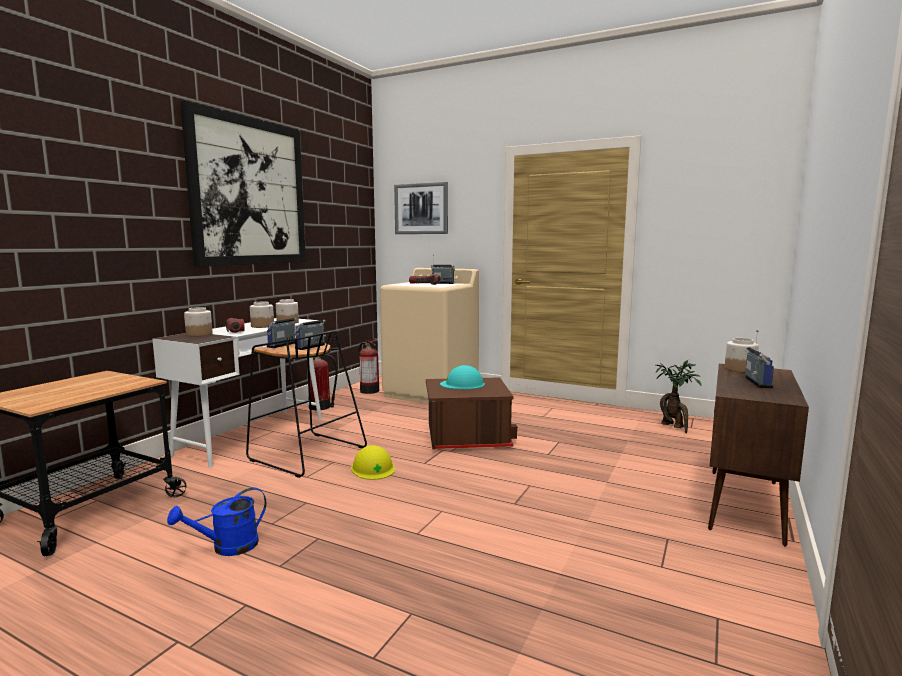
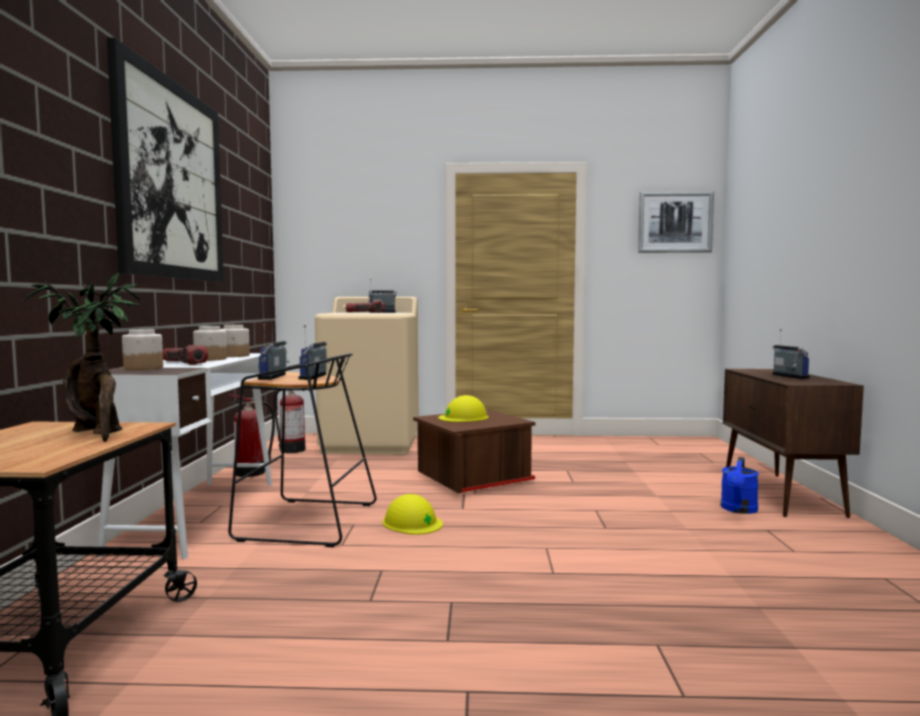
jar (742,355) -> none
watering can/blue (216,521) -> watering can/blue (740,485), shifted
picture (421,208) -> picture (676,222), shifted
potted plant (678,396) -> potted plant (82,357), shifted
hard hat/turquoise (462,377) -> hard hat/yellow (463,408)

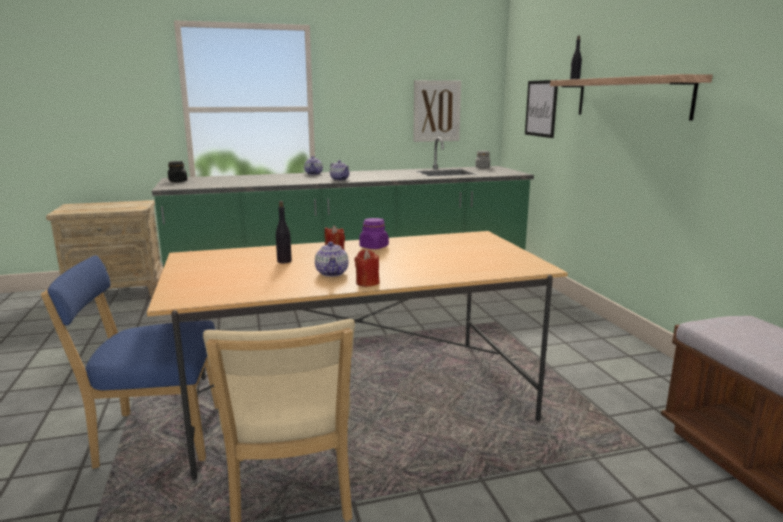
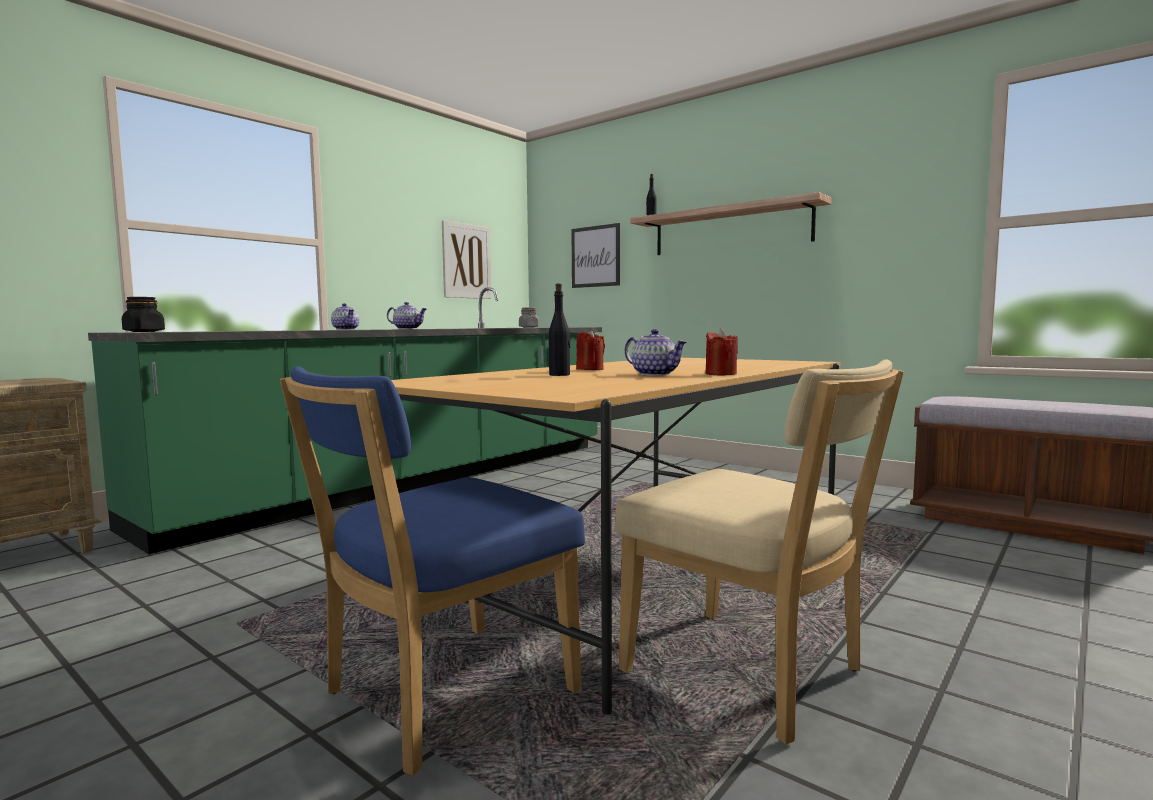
jar/purple (374,233) -> none

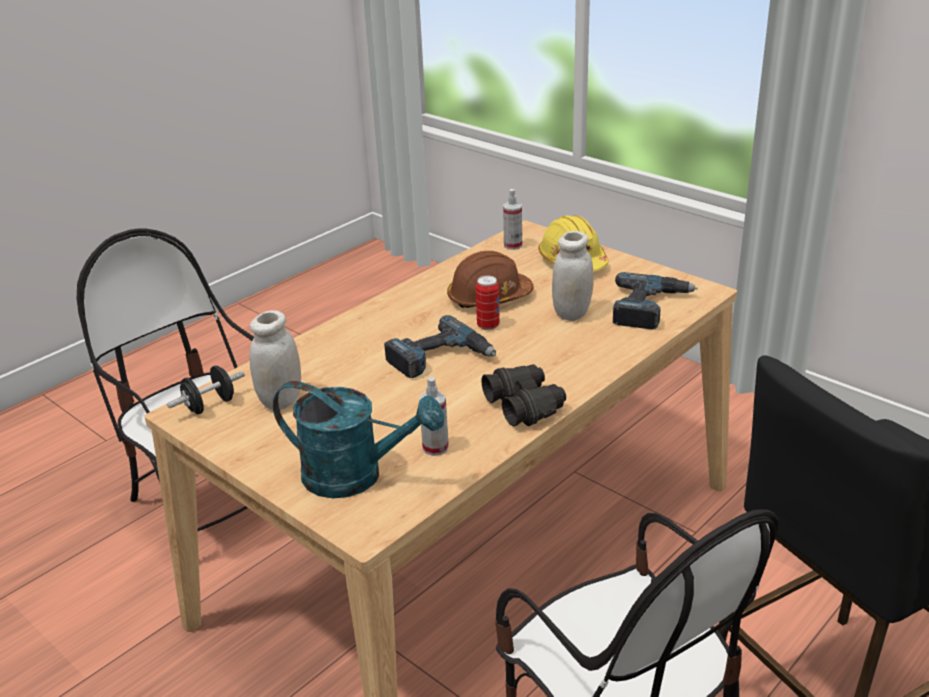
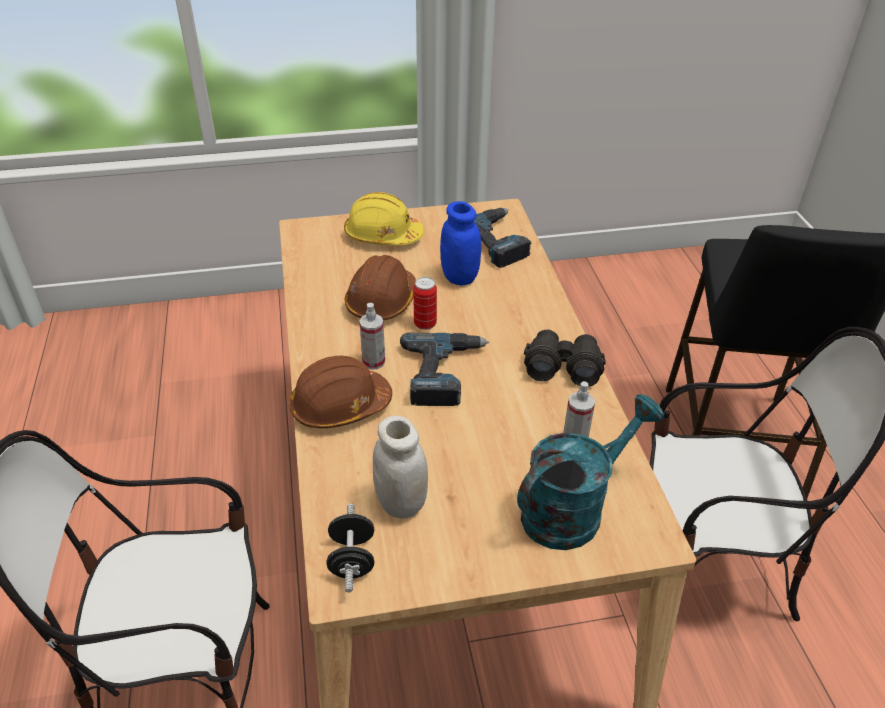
none -> hard hat/brown (340,392)
spray bottle (512,219) -> spray bottle (372,336), shifted
jar/white (573,276) -> jar/blue (460,243)

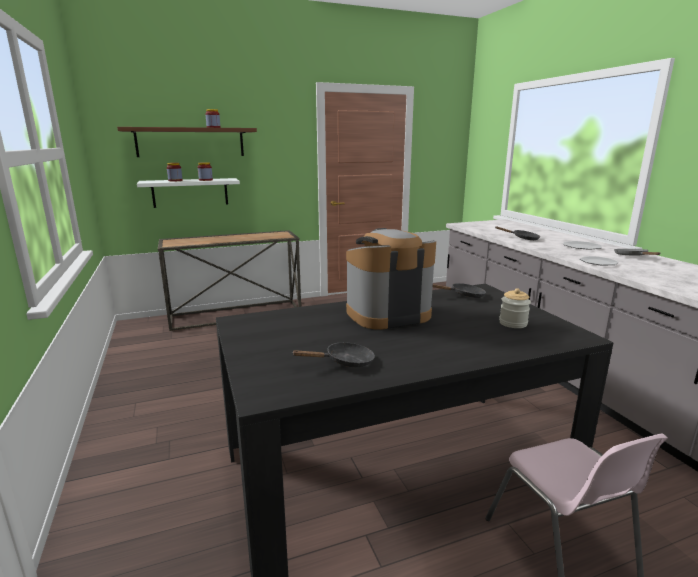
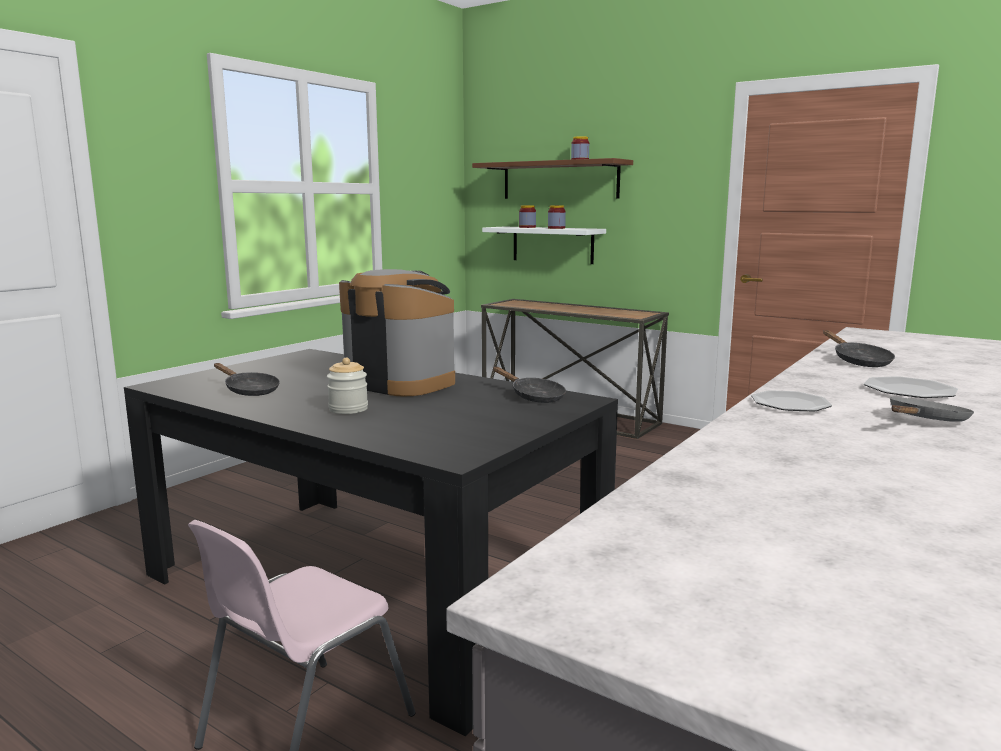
jar (515,308) -> jar (347,386), shifted

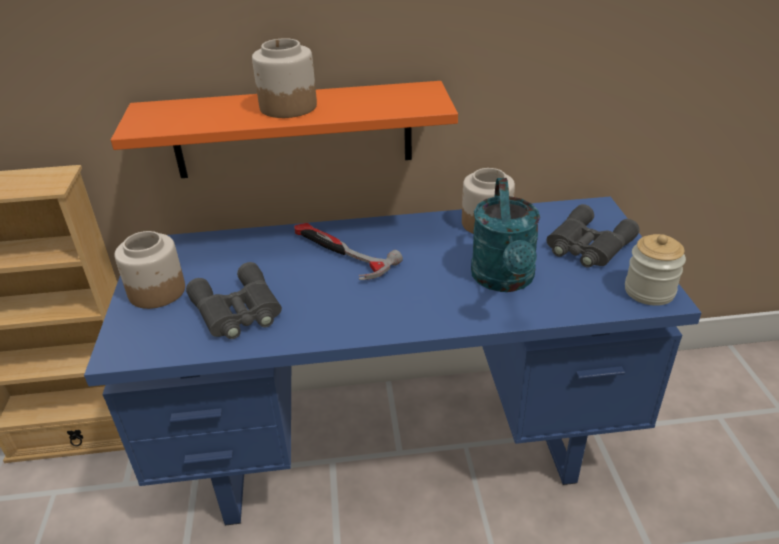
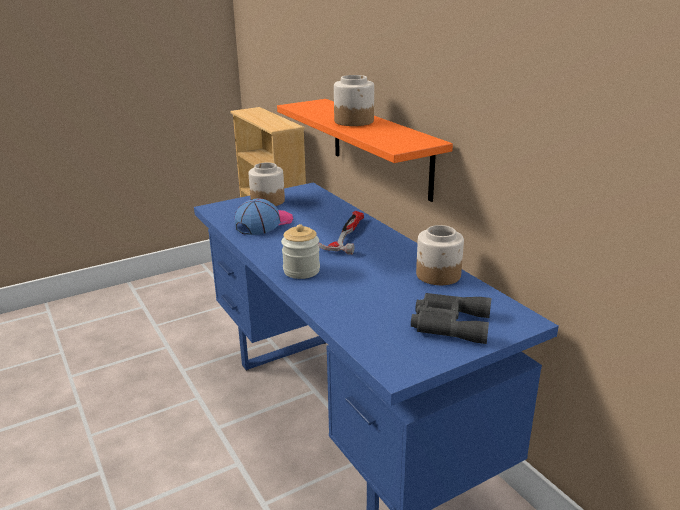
watering can/turquoise (505,235) -> none
jar (655,270) -> jar (300,251), shifted
binoculars/grey (234,300) -> cap (264,216)

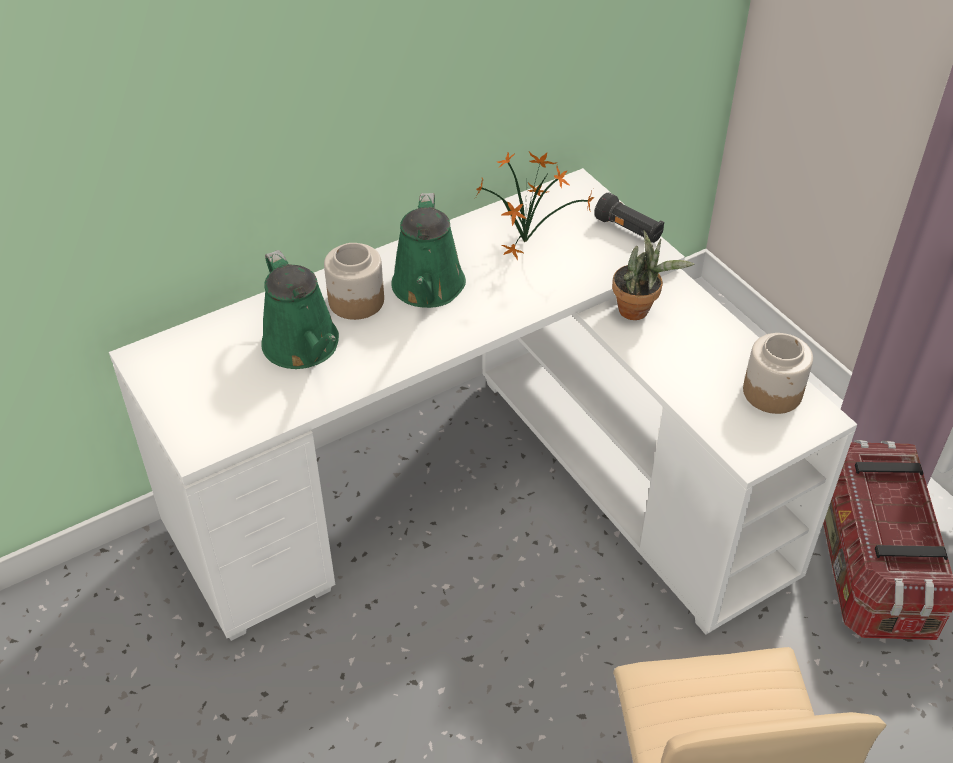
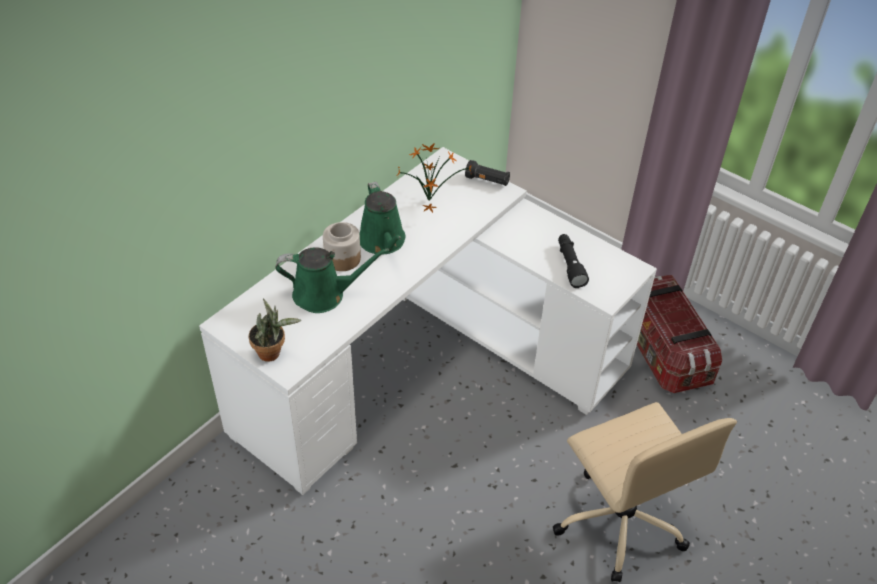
jar (778,373) -> none
none -> flashlight/black (573,261)
potted plant (653,275) -> potted plant (275,330), shifted
watering can/green (300,309) -> watering can/green (332,280), 45 degrees counterclockwise

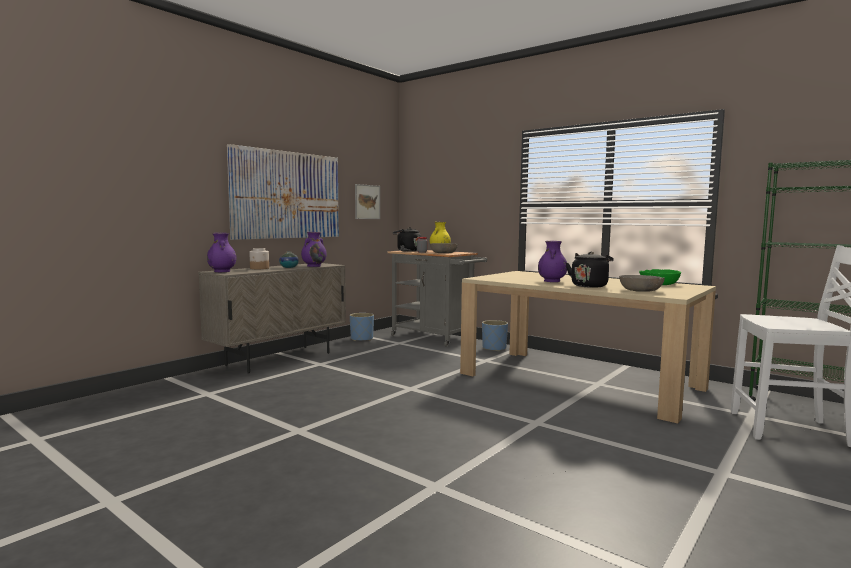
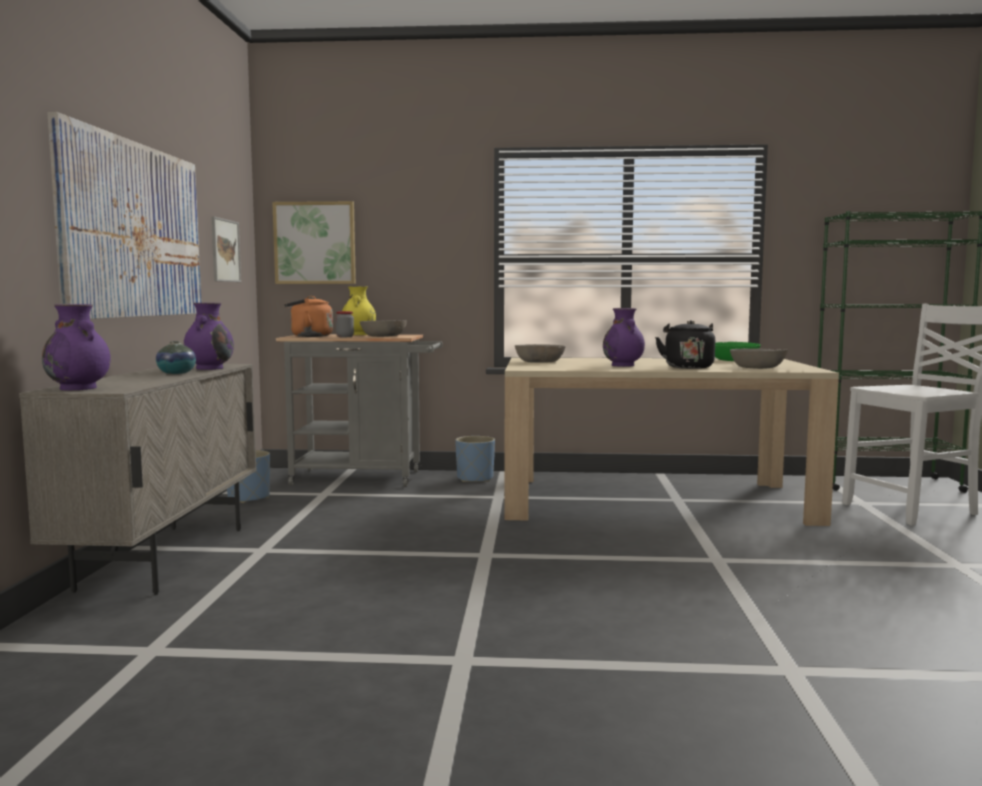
jar (259,258) -> none
none -> picture (314,242)
none -> bowl/grey (540,353)
kettle/black (407,239) -> kettle/orange (308,316)

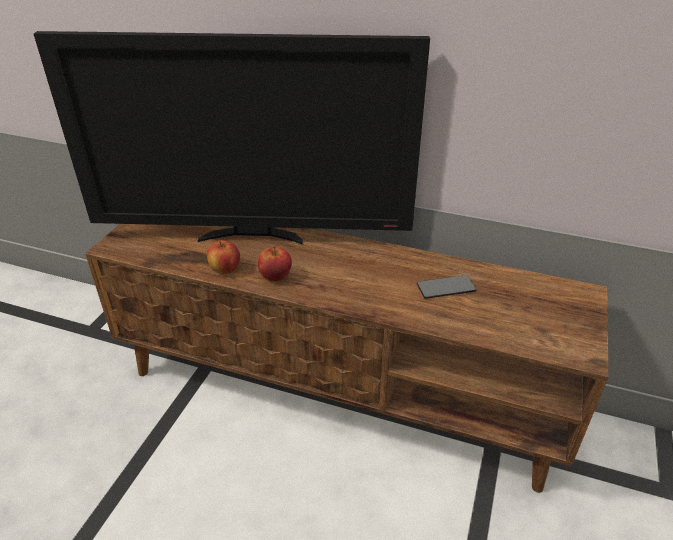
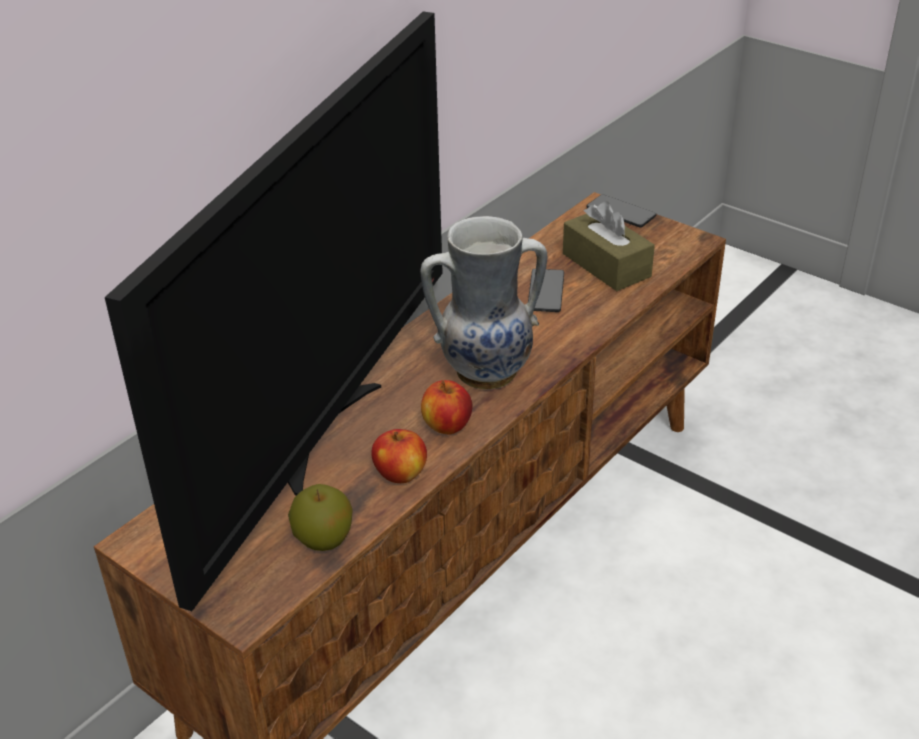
none -> apple (320,517)
none -> vase (483,303)
none -> tissue box/brown (609,246)
none -> phone (621,211)

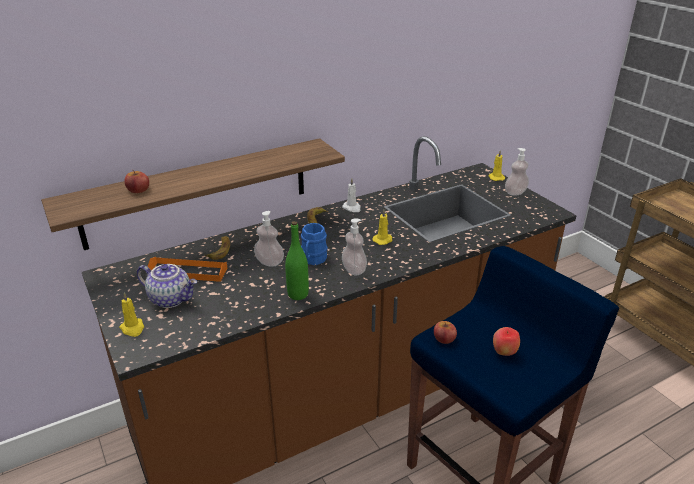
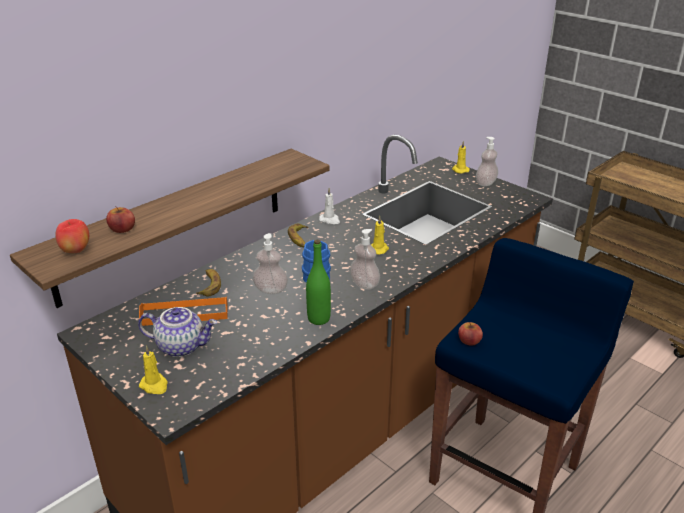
apple (506,341) -> apple (72,236), shifted

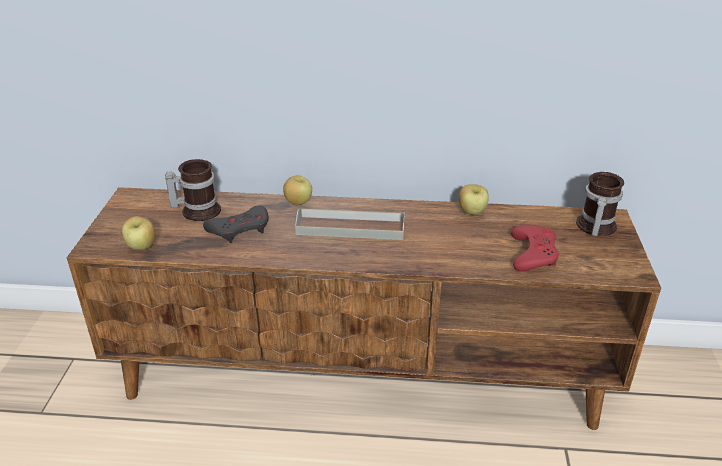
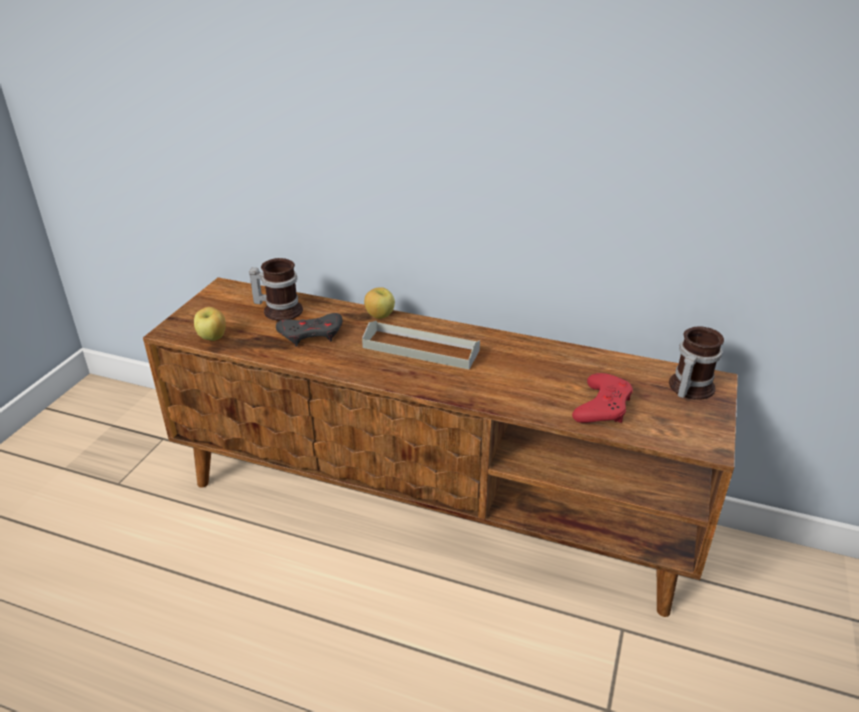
apple (474,200) -> none

